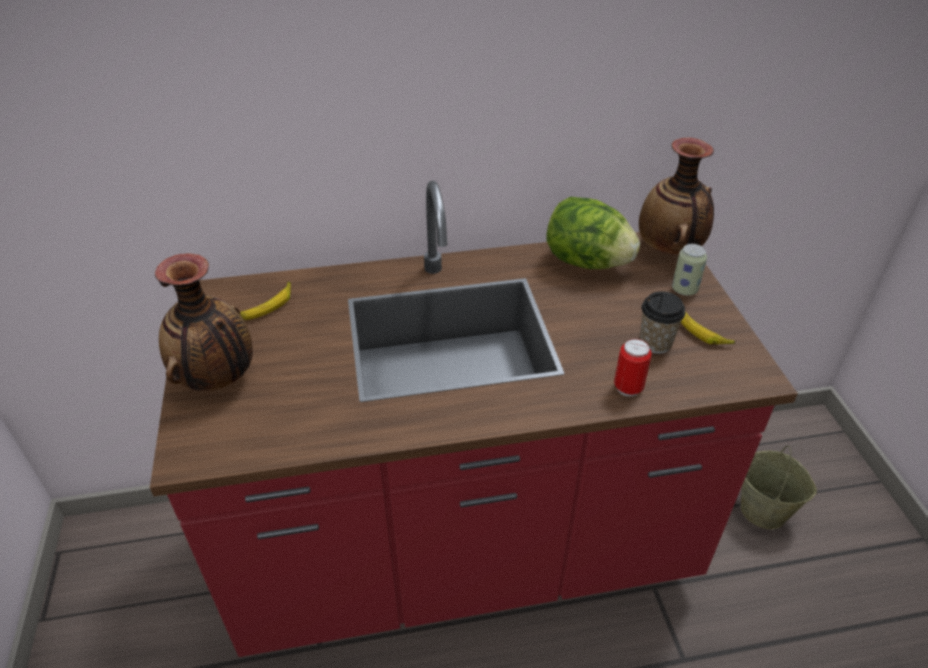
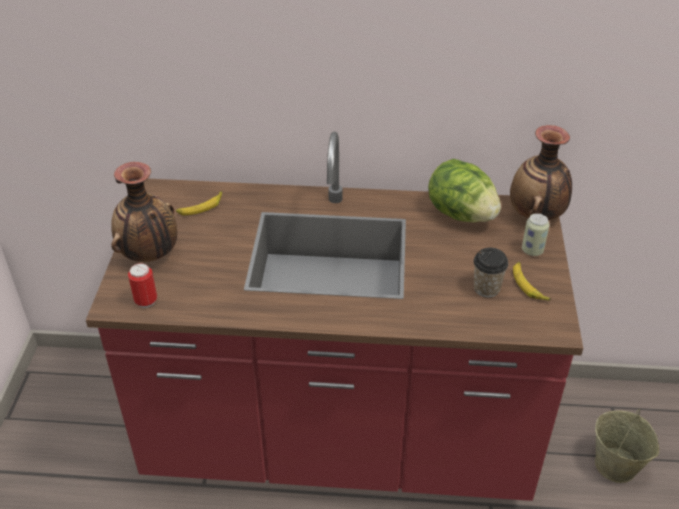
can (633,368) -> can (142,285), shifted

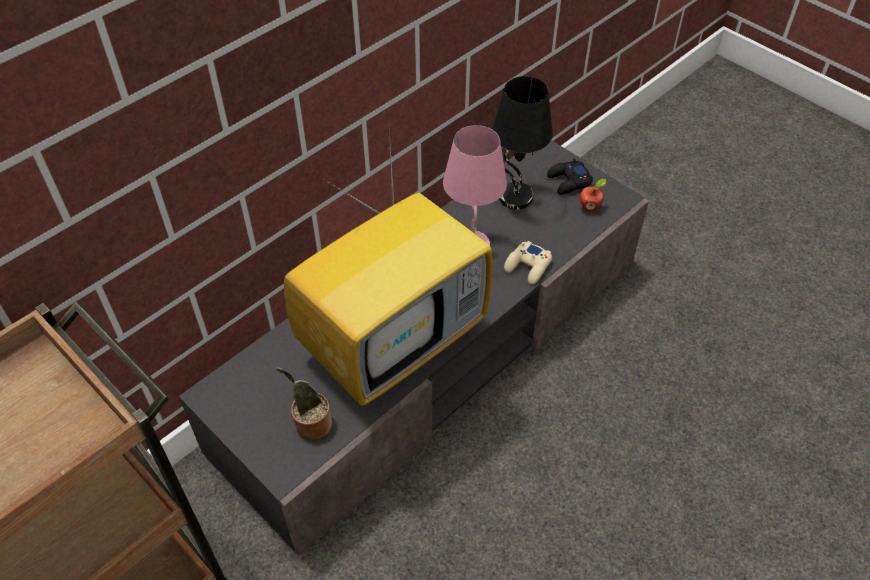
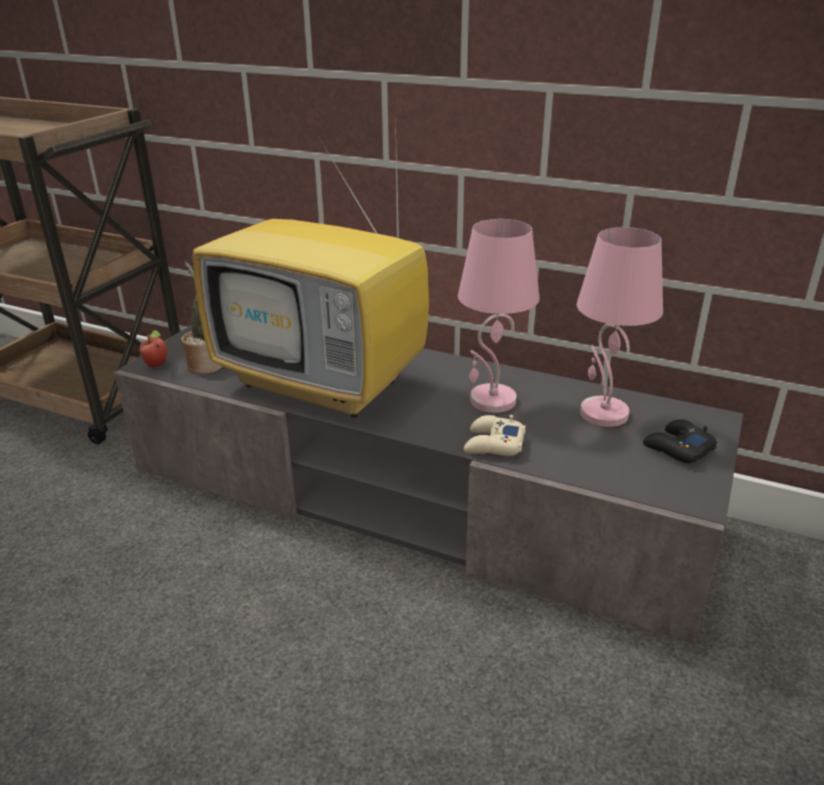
apple (593,195) -> apple (153,349), shifted
table lamp/black (522,142) -> table lamp/pink (620,327)

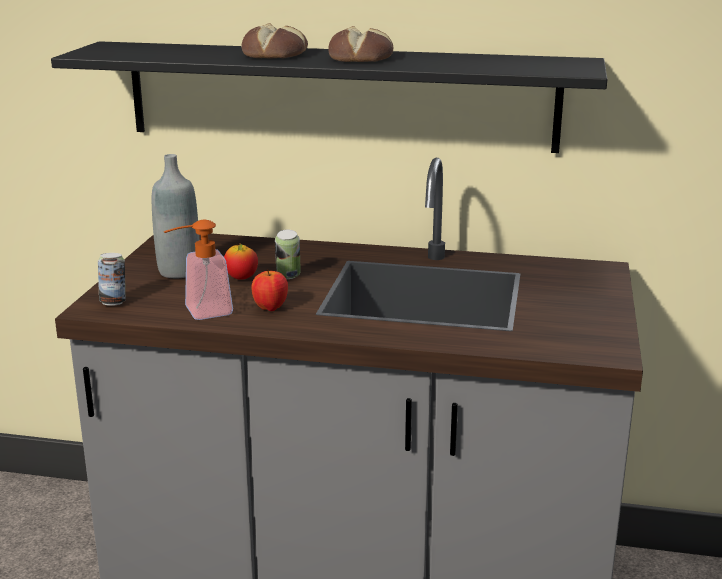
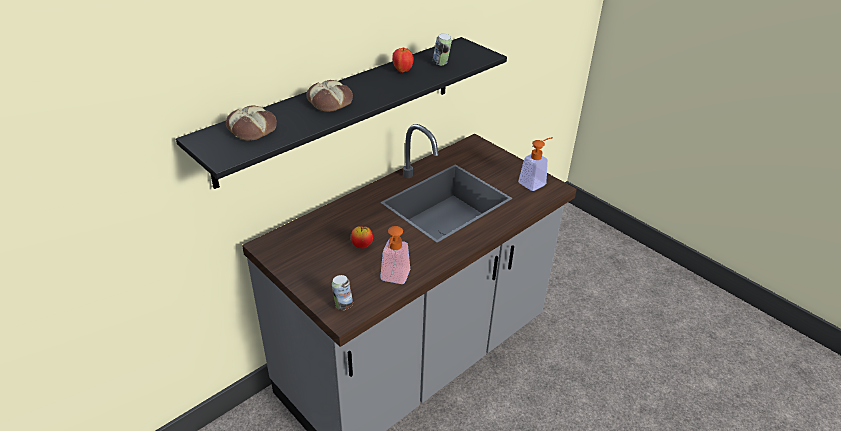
bottle/grey (175,216) -> none
none -> soap dispenser (535,164)
apple (269,290) -> apple (403,60), shifted
can (288,254) -> can (442,49), shifted
bread (361,44) -> bread (251,123), shifted

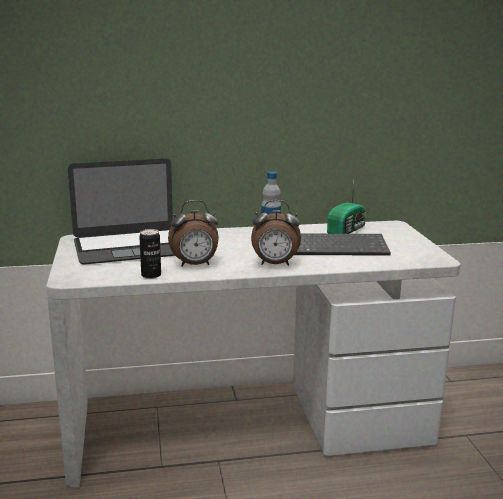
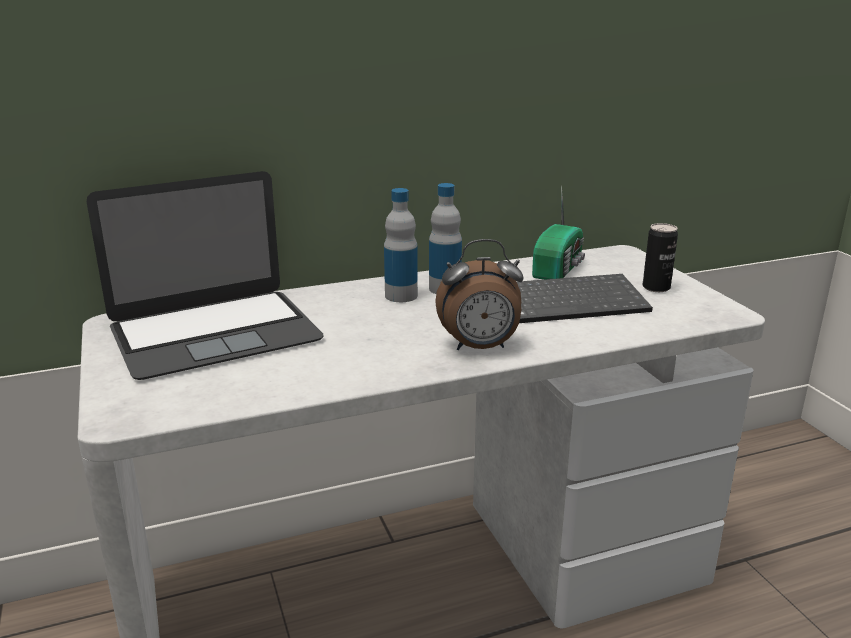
alarm clock (193,233) -> none
none -> bottle (401,245)
can (150,254) -> can (660,257), shifted

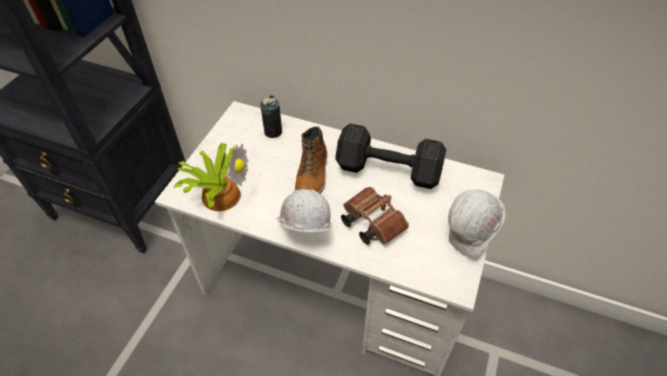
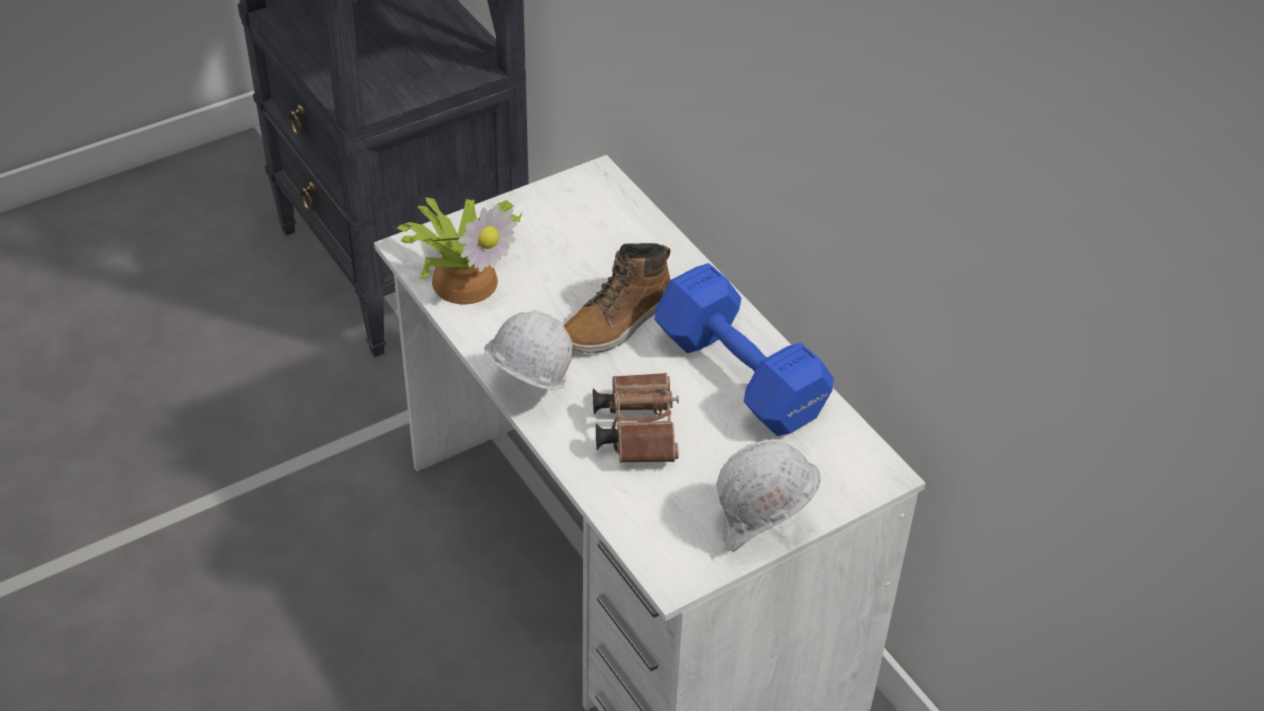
can (271,117) -> none
dumbbell/black (390,156) -> dumbbell/blue (744,349)

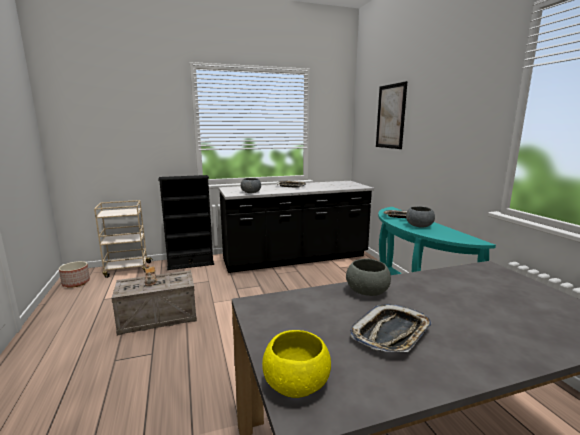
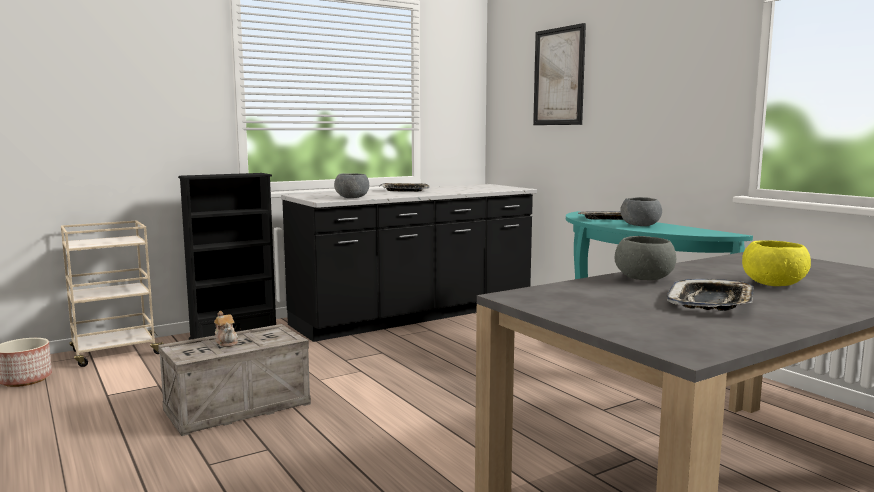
bowl/yellow (296,364) -> bowl/yellow (776,263), shifted

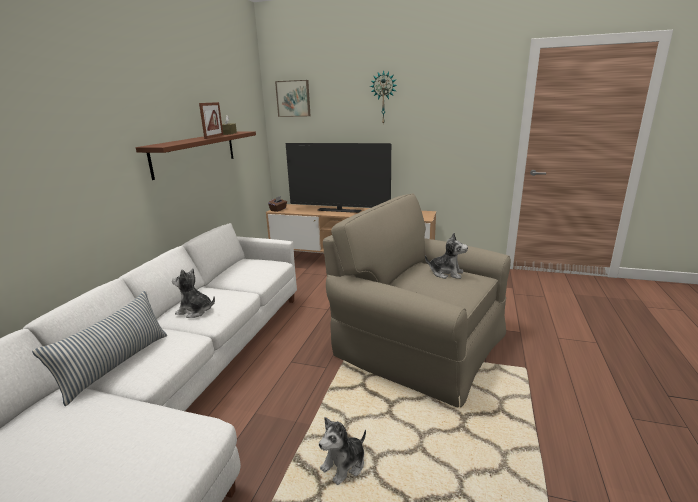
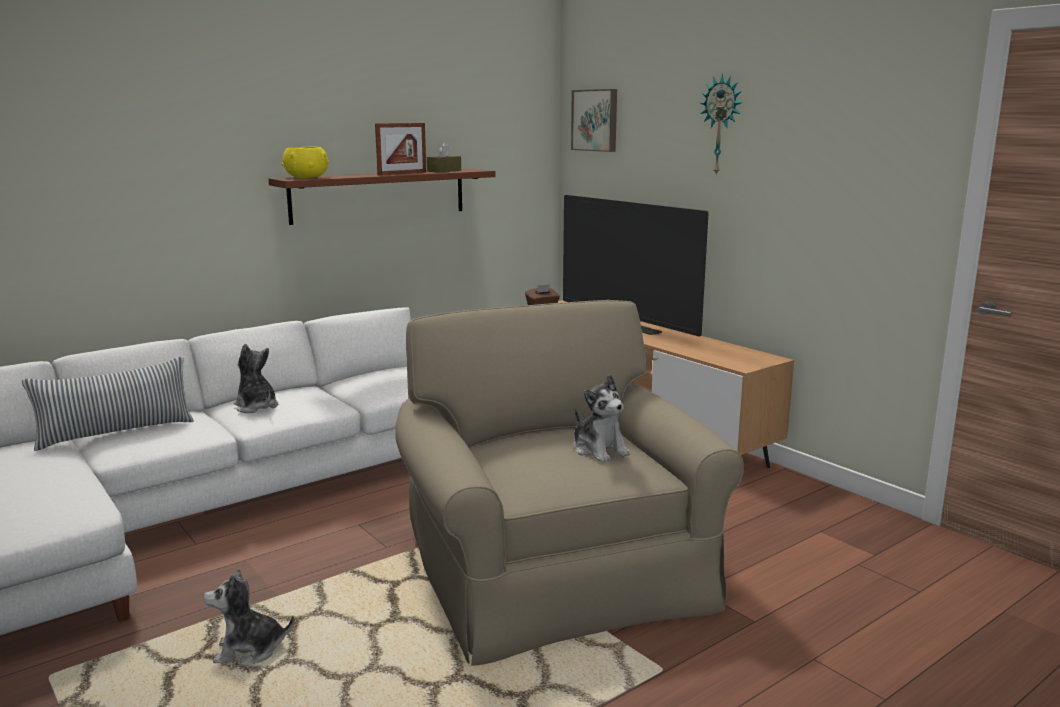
none -> bowl/yellow (305,162)

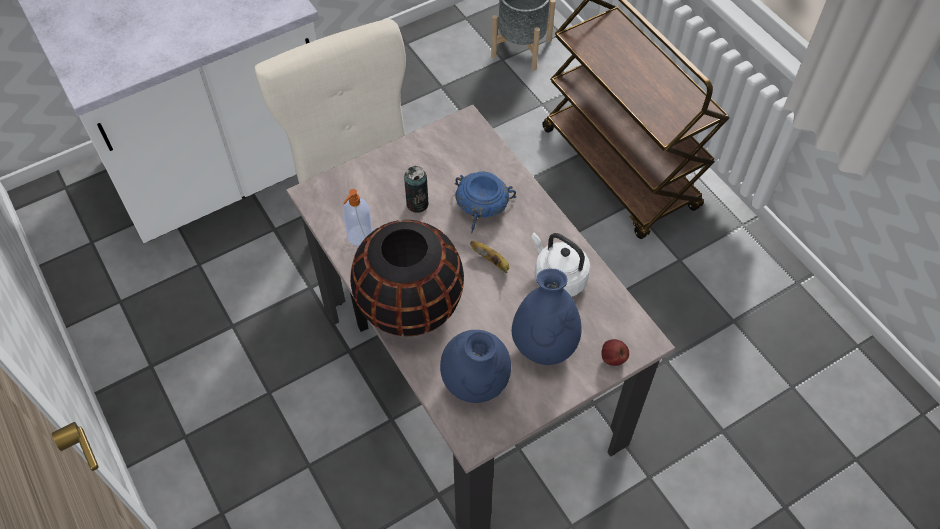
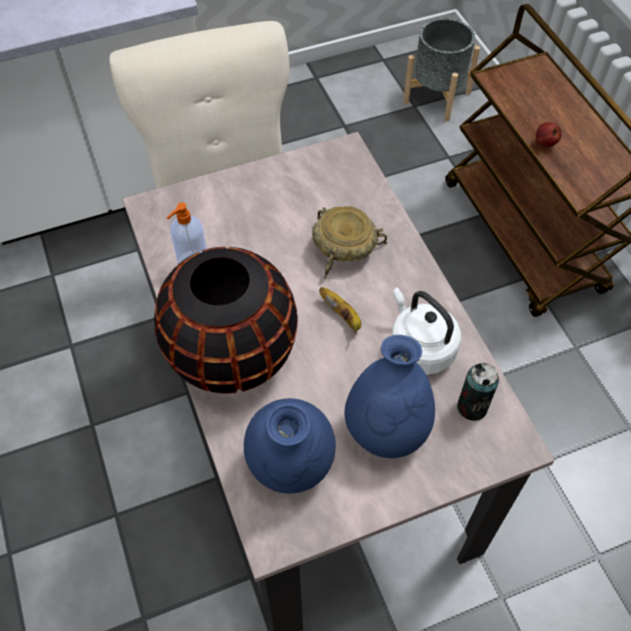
can (416,189) -> can (478,392), shifted
apple (615,352) -> apple (549,134), shifted
bowl/blue (485,202) -> bowl/beige (349,242)

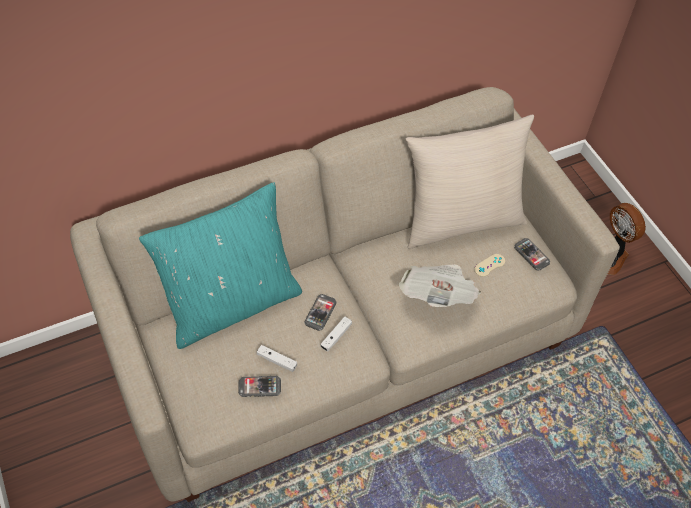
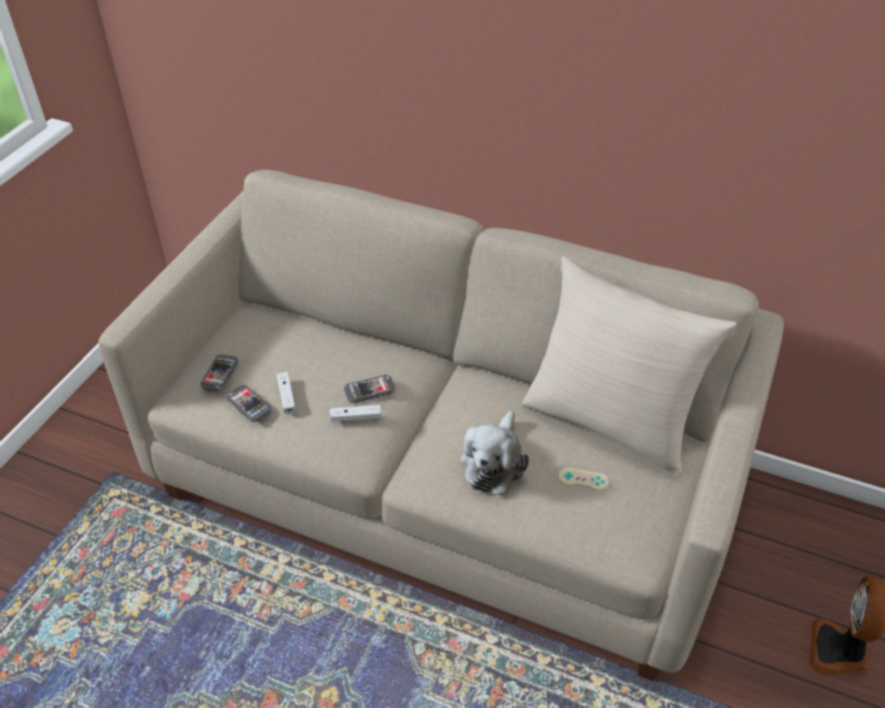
pillow/turquoise (220,265) -> none
phone (532,254) -> phone (219,373), shifted
newspaper (440,285) -> plush toy (495,453)

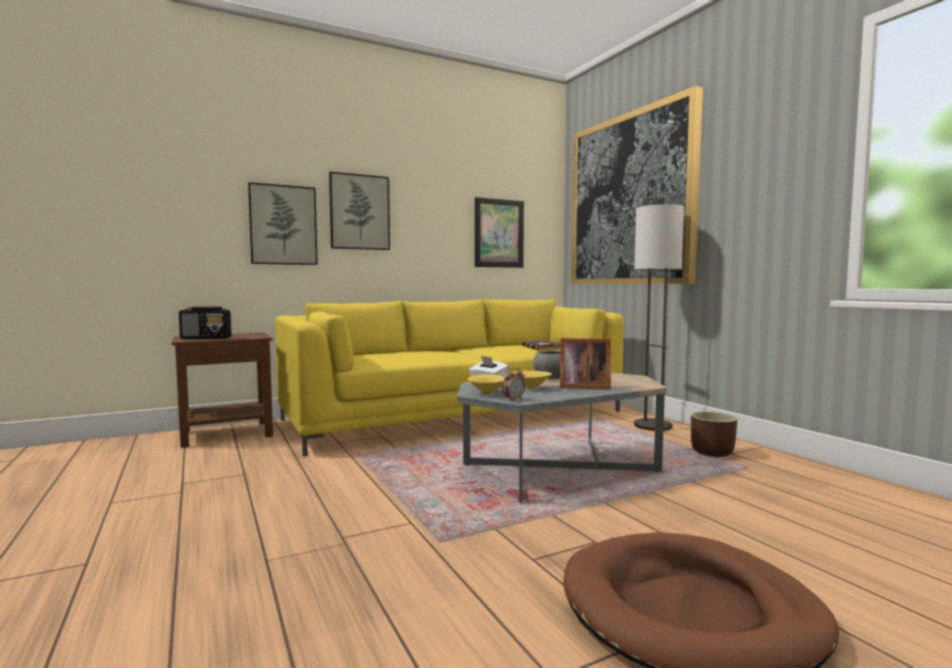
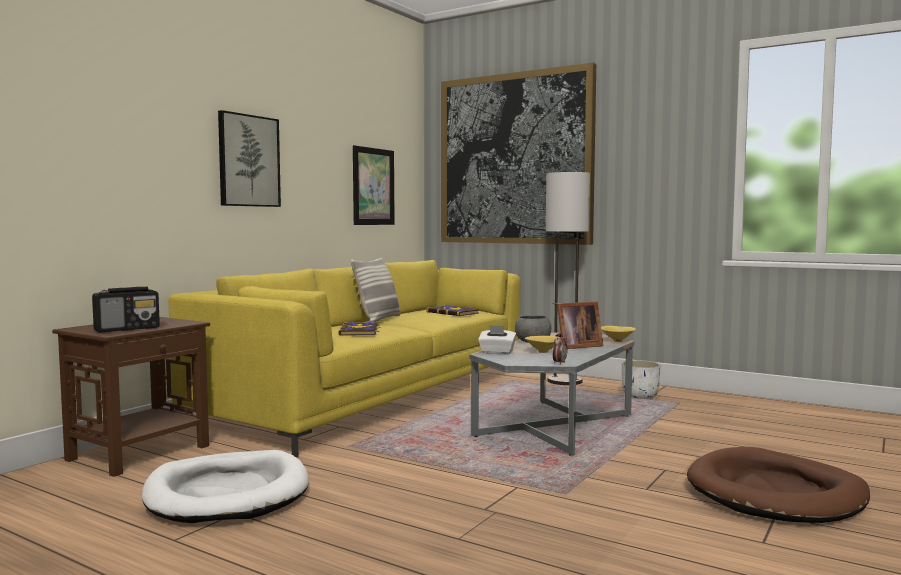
picture (283,223) -> none
none -> dog bed/white (225,486)
none -> book (359,328)
none -> pillow (375,290)
bowl/yellow (486,384) -> bowl/yellow (618,334), shifted
planter/brown (714,434) -> planter/white (641,379)

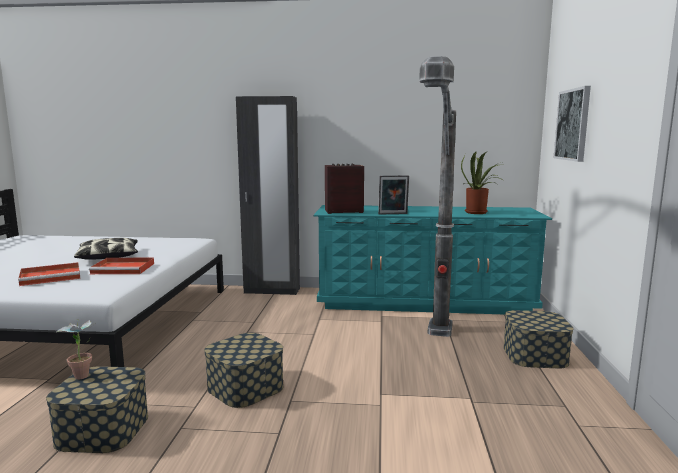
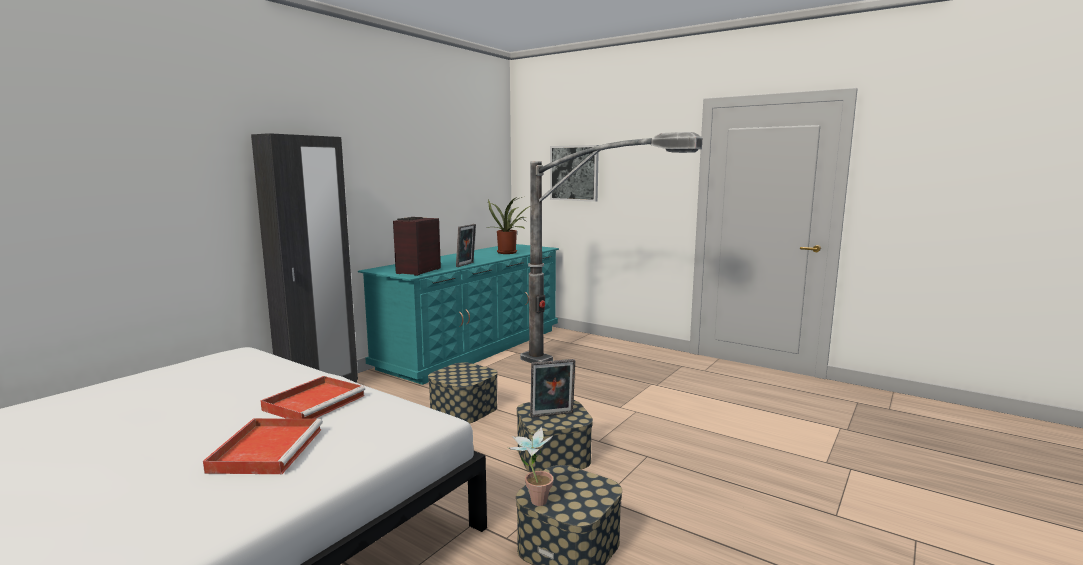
pillow (106,249) -> none
none -> picture frame (552,388)
storage box (538,339) -> storage box (462,392), shifted

